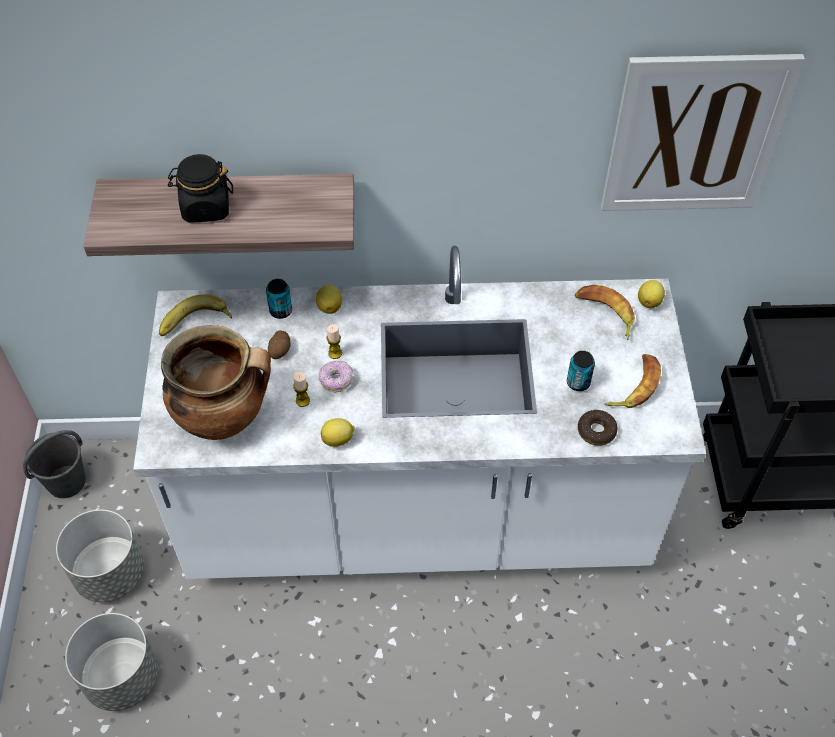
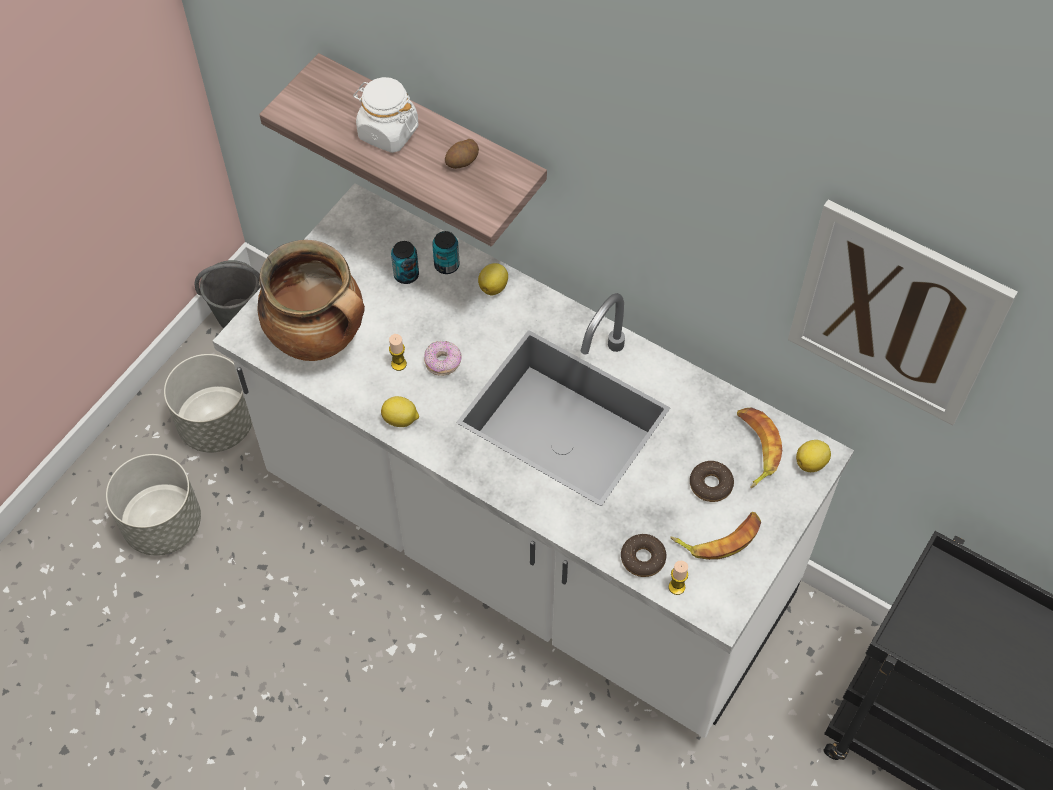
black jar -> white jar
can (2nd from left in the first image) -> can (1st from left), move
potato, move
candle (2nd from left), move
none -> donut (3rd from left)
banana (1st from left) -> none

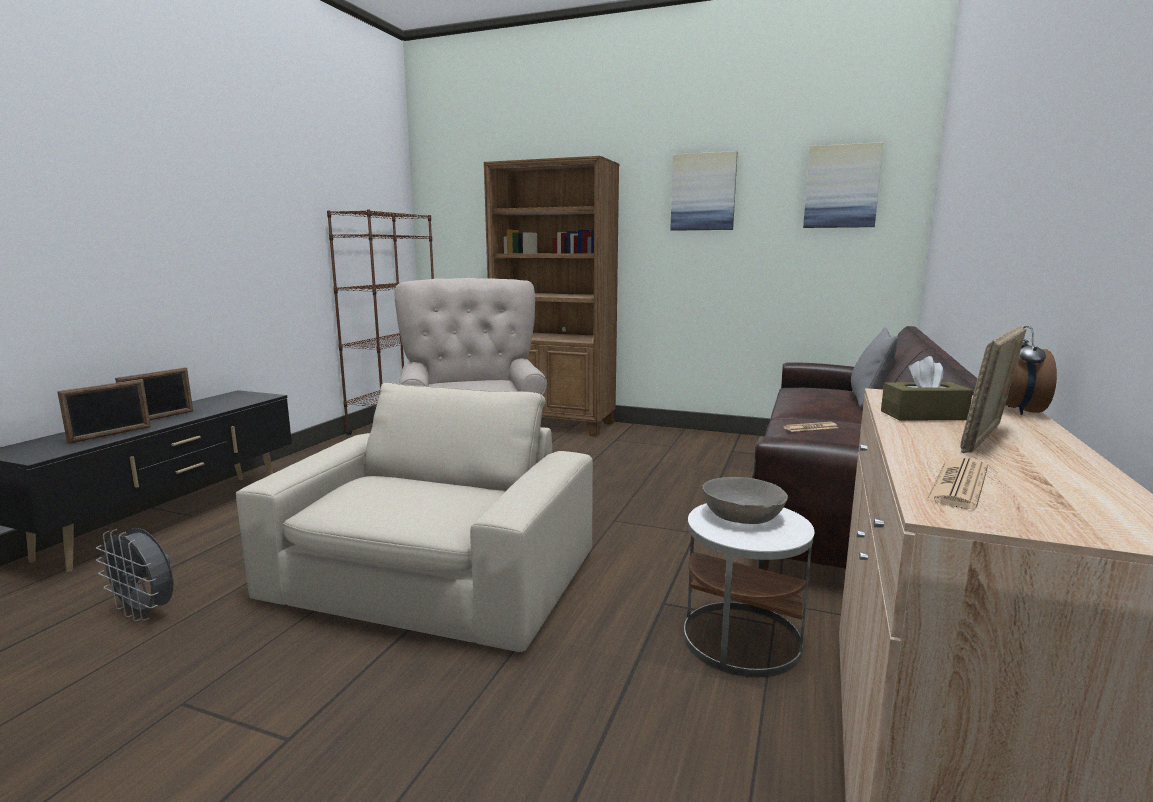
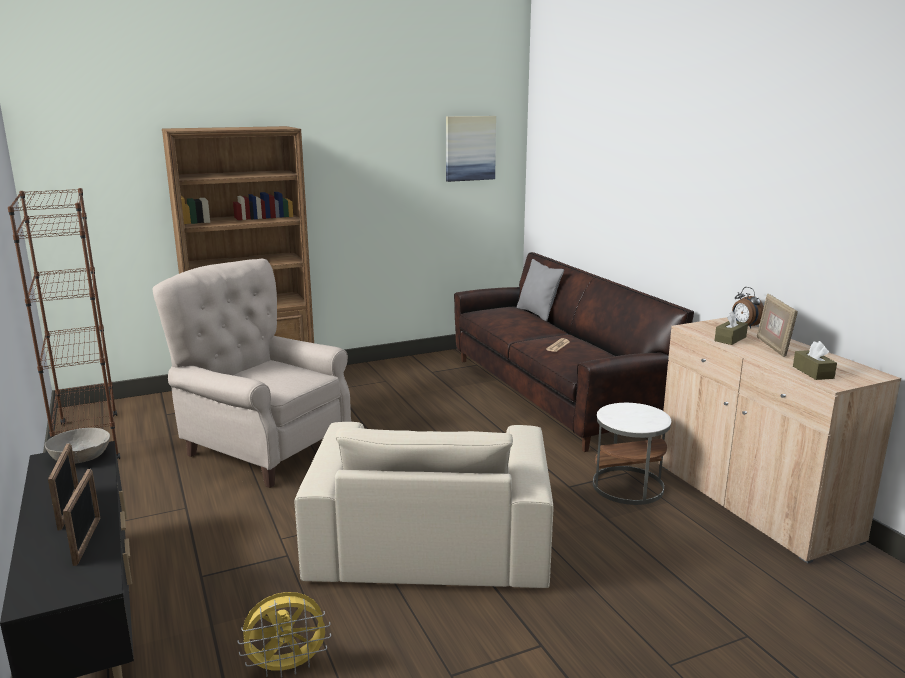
grey bowl, move
grey fan -> yellow fan
beige armchair (1st from left in the first image) -> beige armchair (2nd from left), 150 degrees counterclockwise
newspaper (2nd from left) -> brown tissue box (2nd from left)
picture (1st from left) -> none

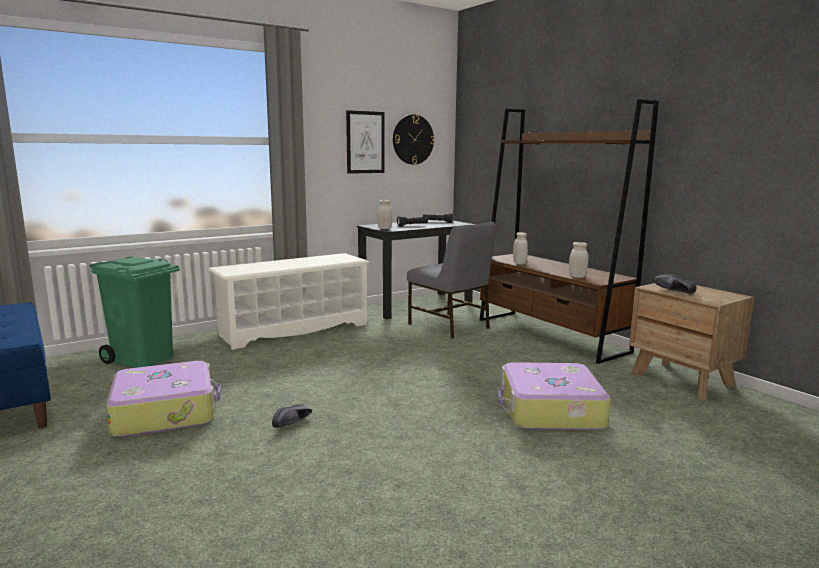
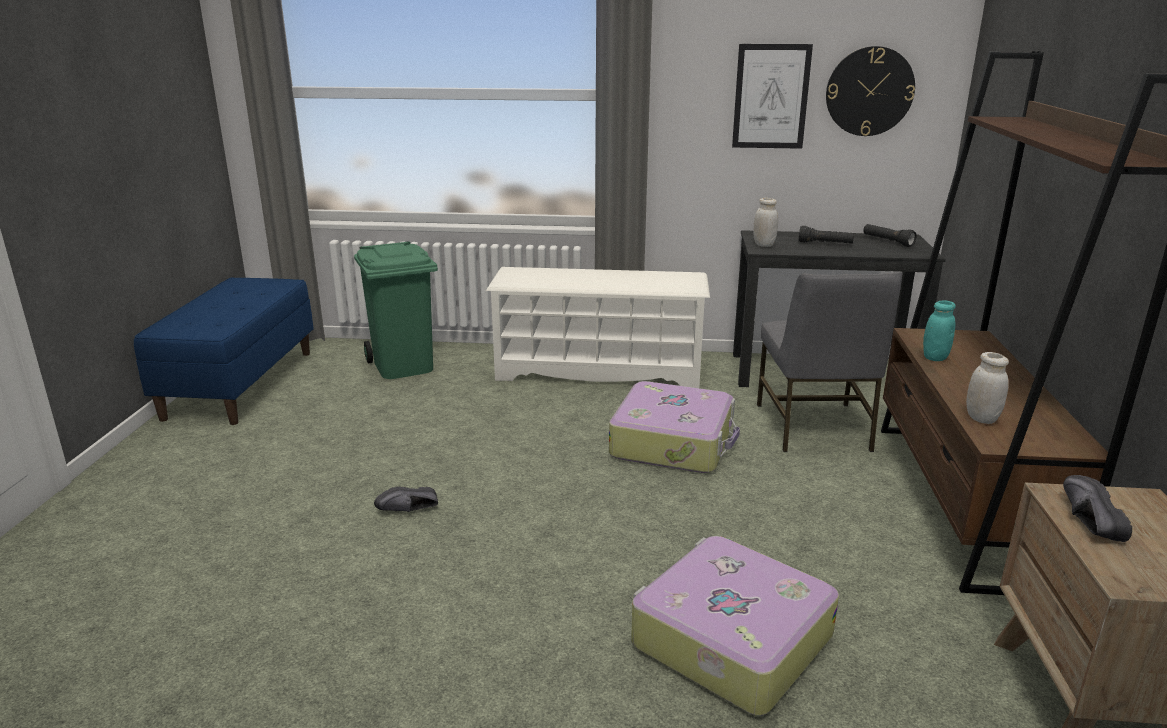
suitcase (1st from left), move
white jar (2nd from left) -> turquoise jar

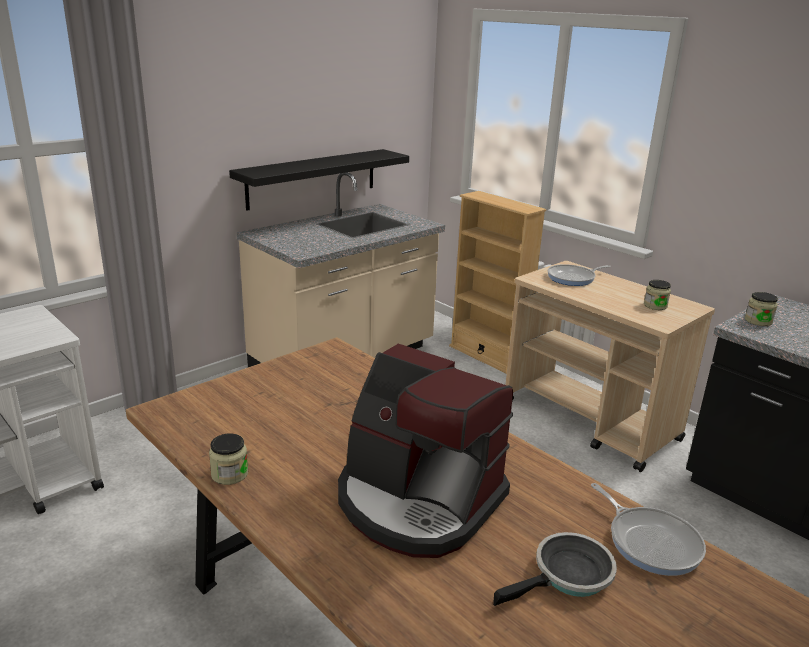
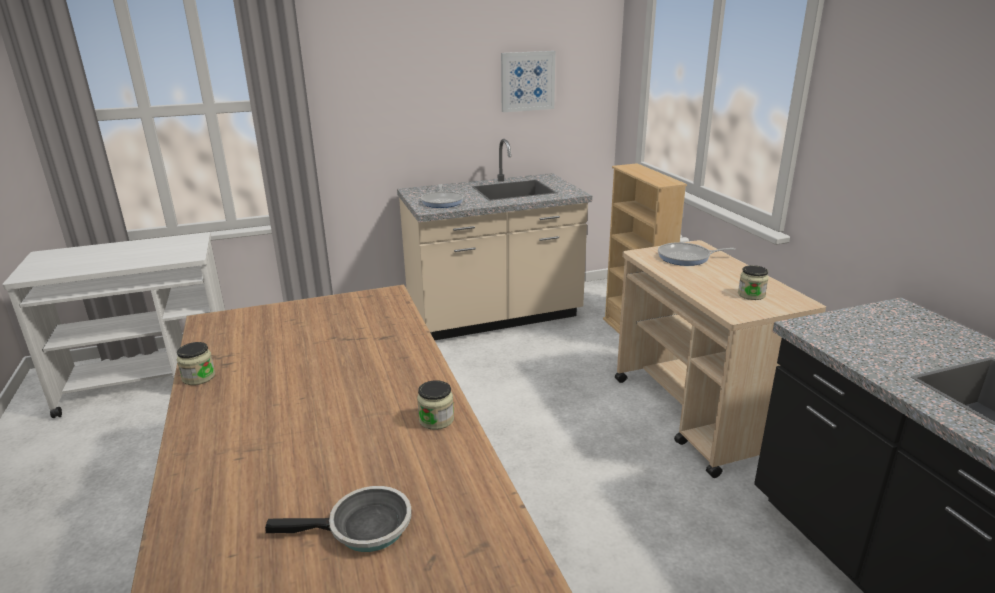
jar (3rd from left in the first image) -> jar (2nd from left), move
frying pan (3rd from left in the first image) -> frying pan (2nd from left), move
none -> picture
black shelf -> none
coffee machine -> none

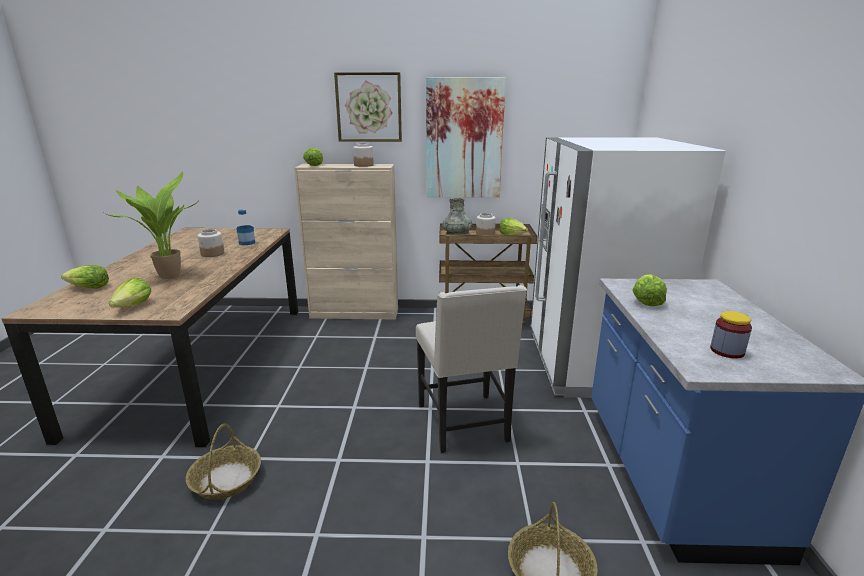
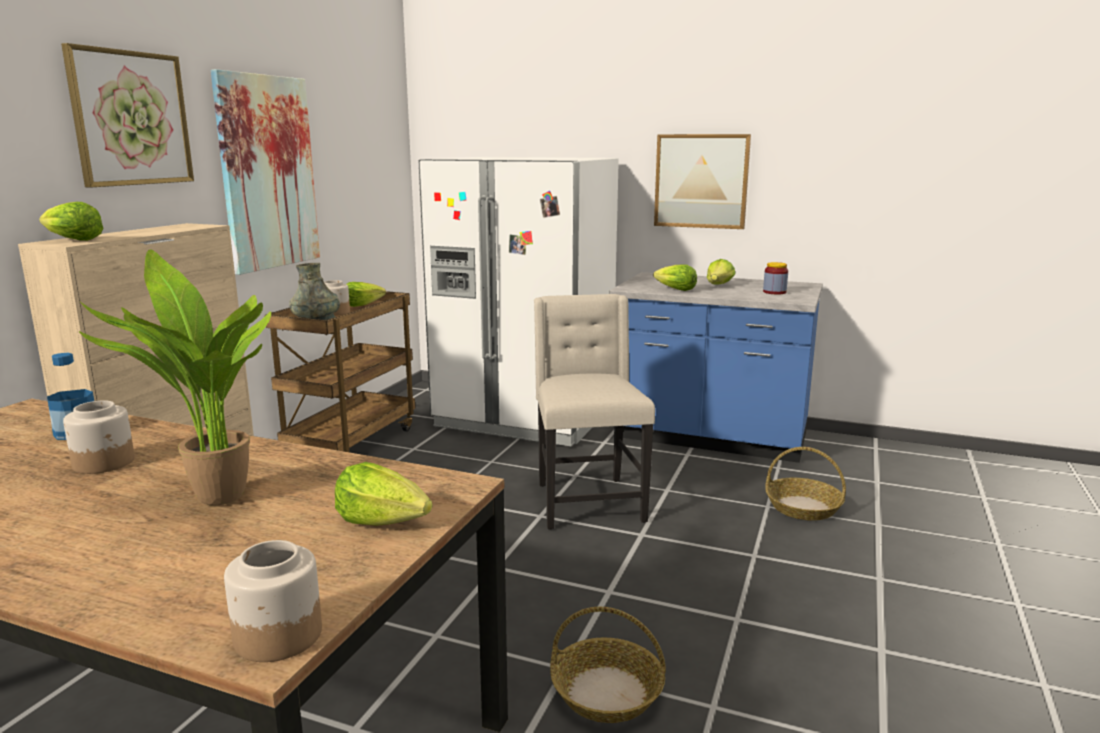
jar (2nd from left), move
beige chair, 105 degrees counterclockwise
none -> picture (3rd from left)
lettuce (1st from left in the first image) -> lettuce (5th from left), move

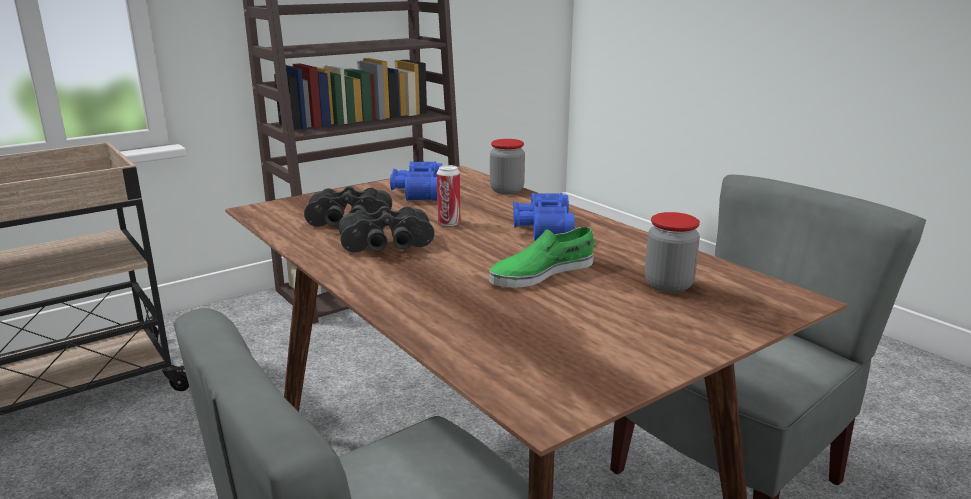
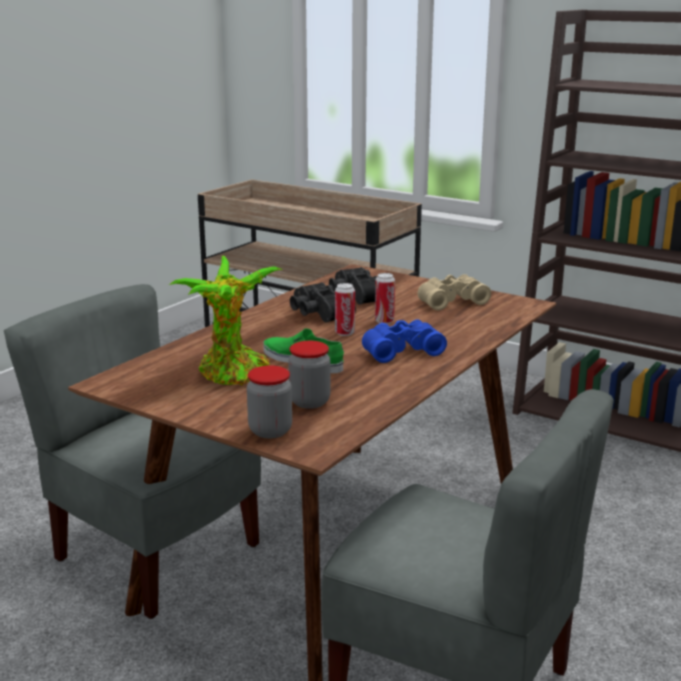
none -> potted plant
jar (1st from left), move
none -> can (1st from left)
blue binoculars (1st from left) -> beige binoculars

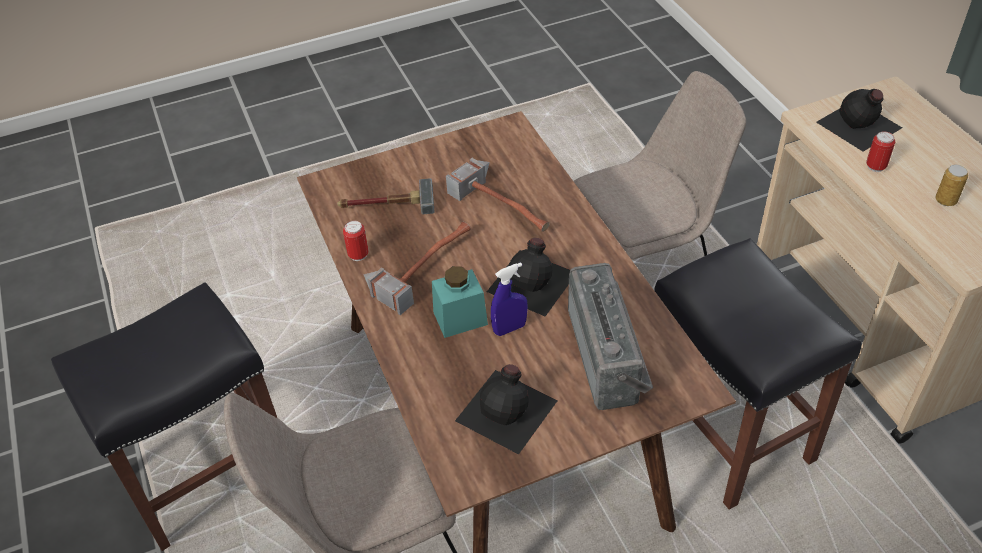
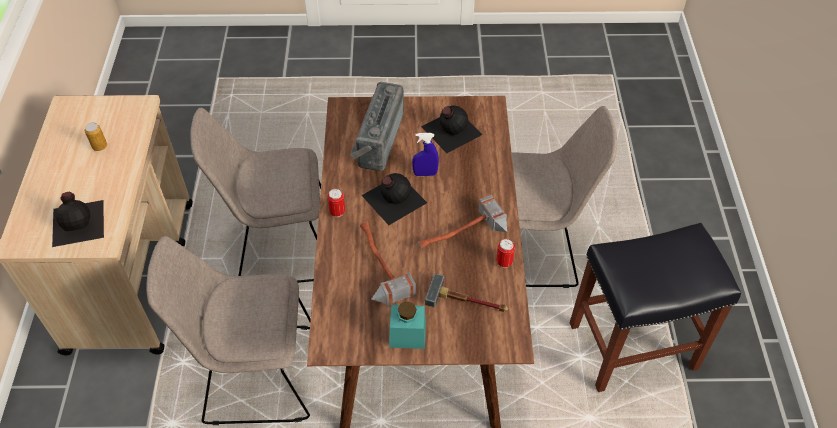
black stool (2nd from left) -> beige chair (2nd from left)
can (2nd from left), move
turquoise jar, move

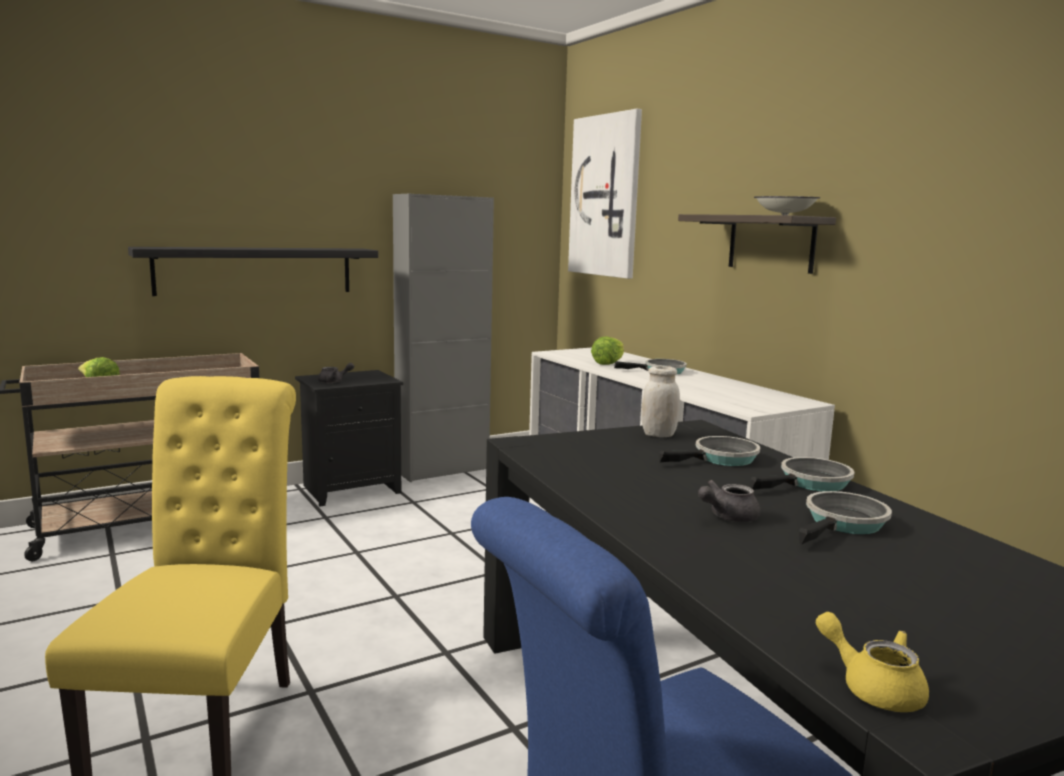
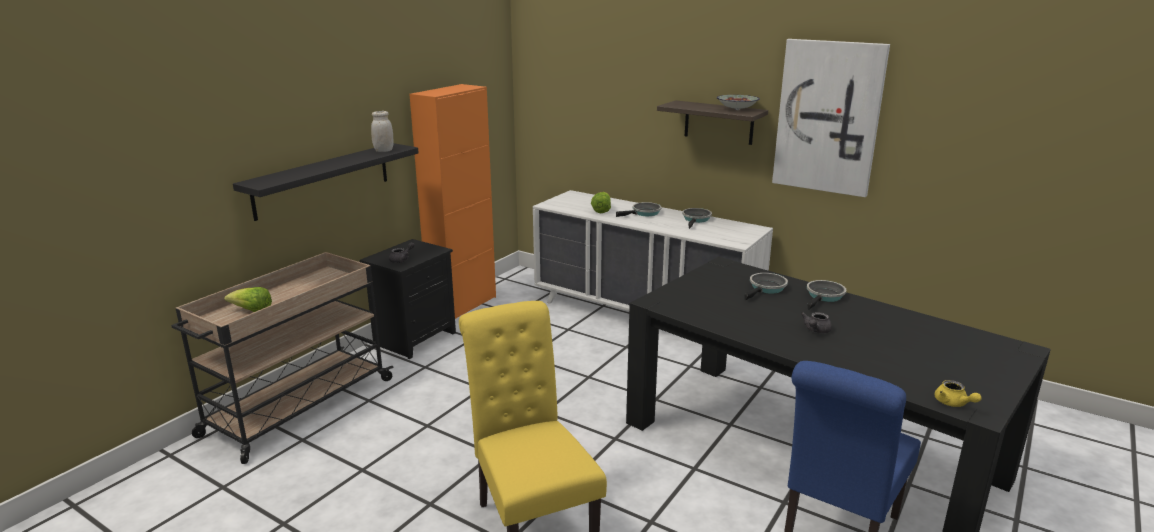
white jar, move
grey cabinet -> orange cabinet
frying pan (4th from left in the first image) -> frying pan (2nd from left), move
picture, move
yellow teapot, 135 degrees counterclockwise

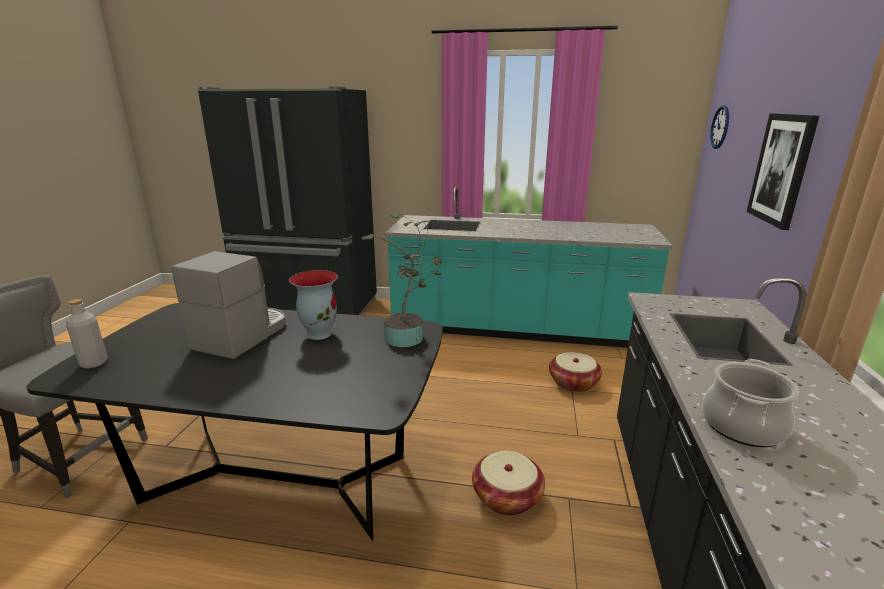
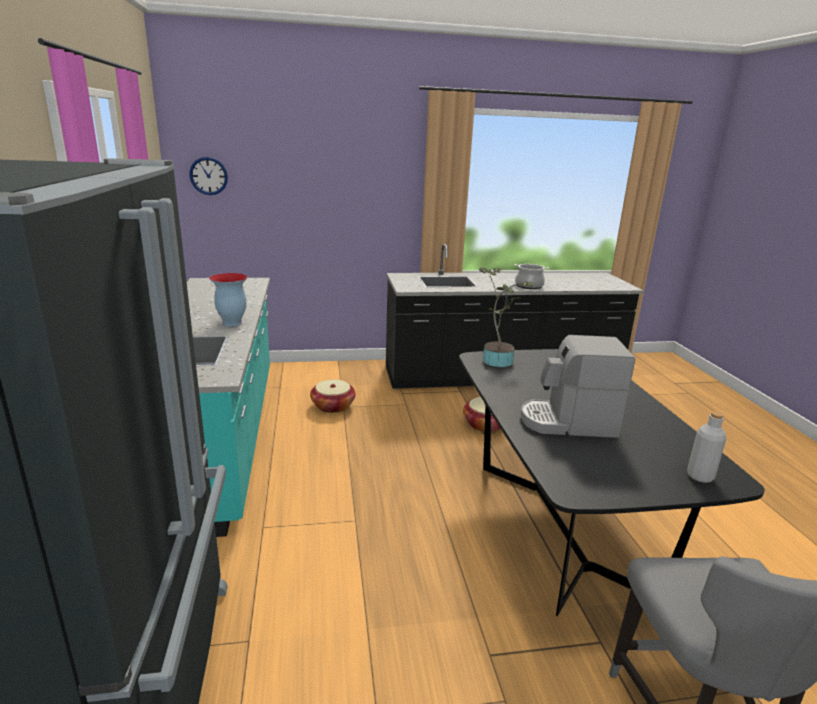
vase, move
picture -> none

